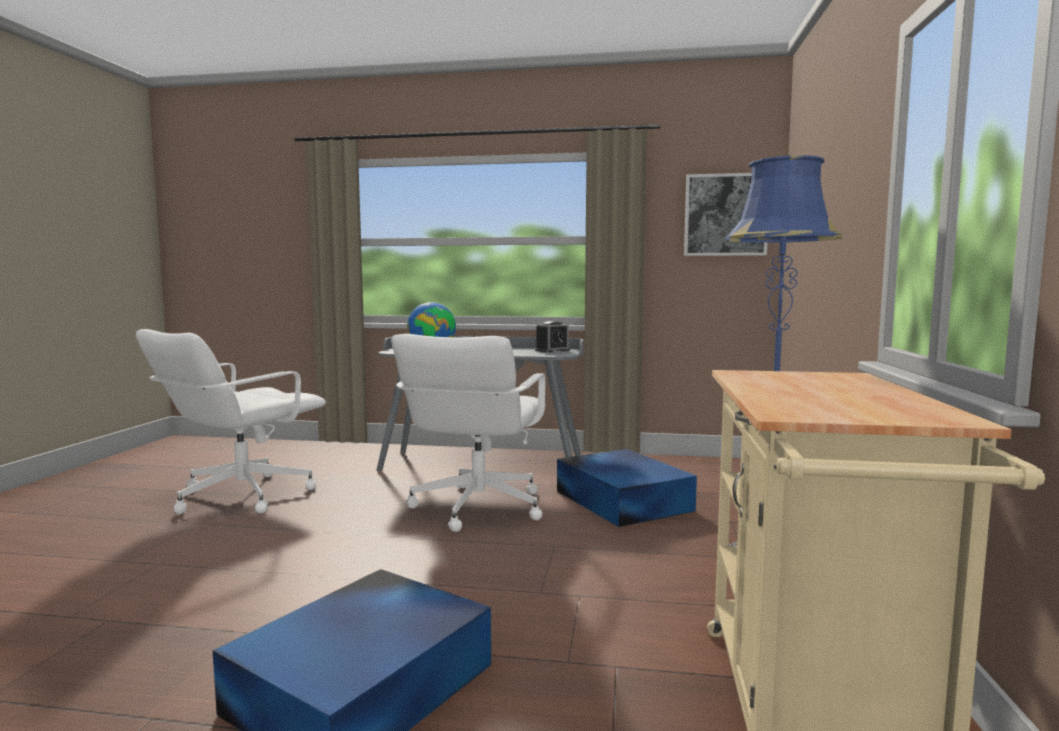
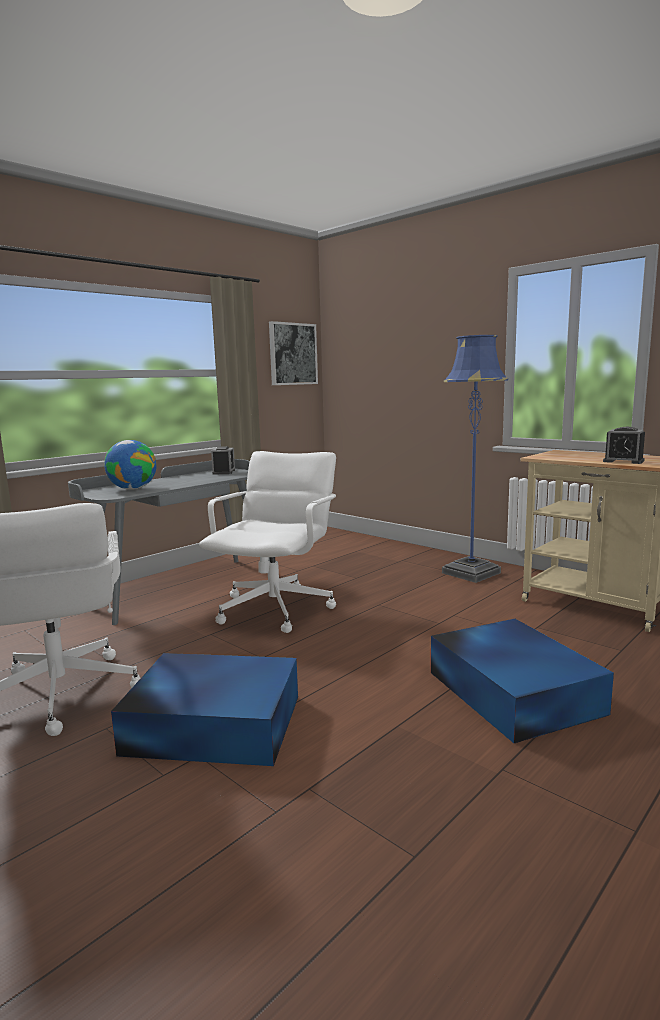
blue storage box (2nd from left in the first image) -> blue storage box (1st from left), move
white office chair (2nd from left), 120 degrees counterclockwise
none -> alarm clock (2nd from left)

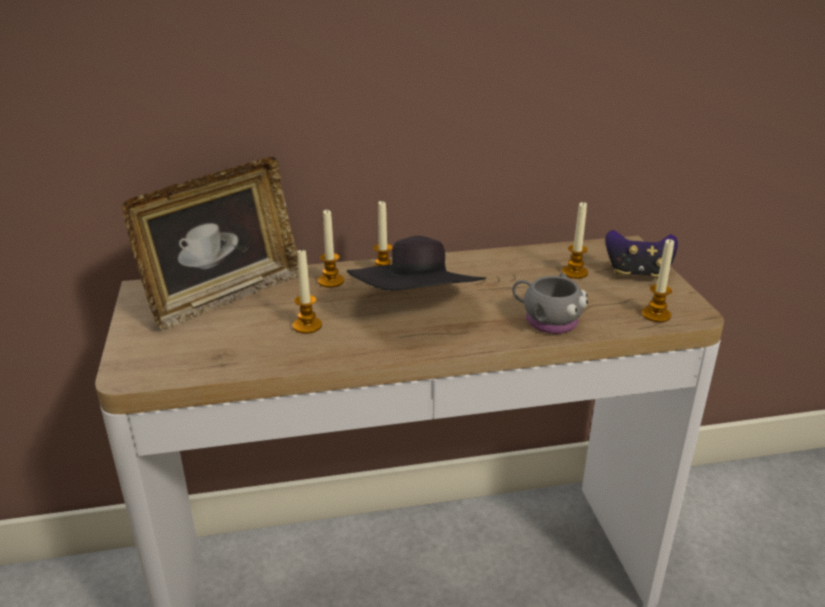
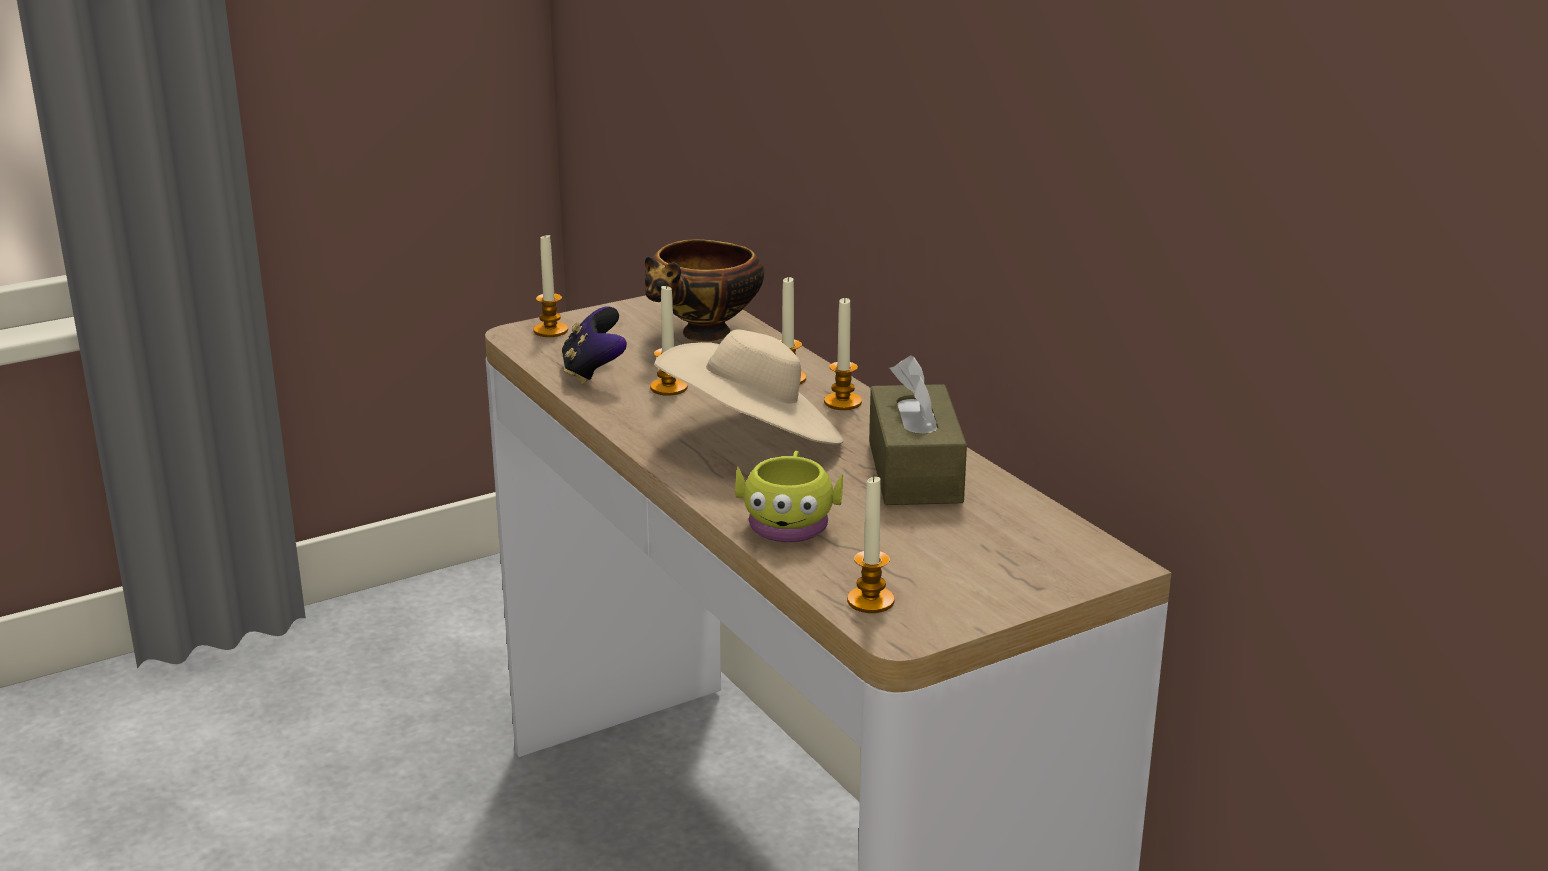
candle (4th from left in the first image) -> candle (1st from left), move
game controller, move
picture frame -> bowl
black hat -> beige hat
grey mug -> yellow mug
none -> brown tissue box

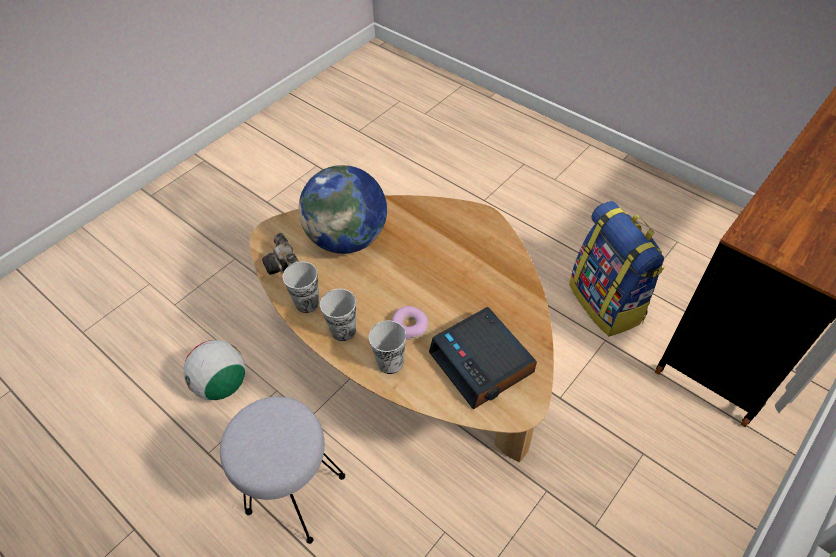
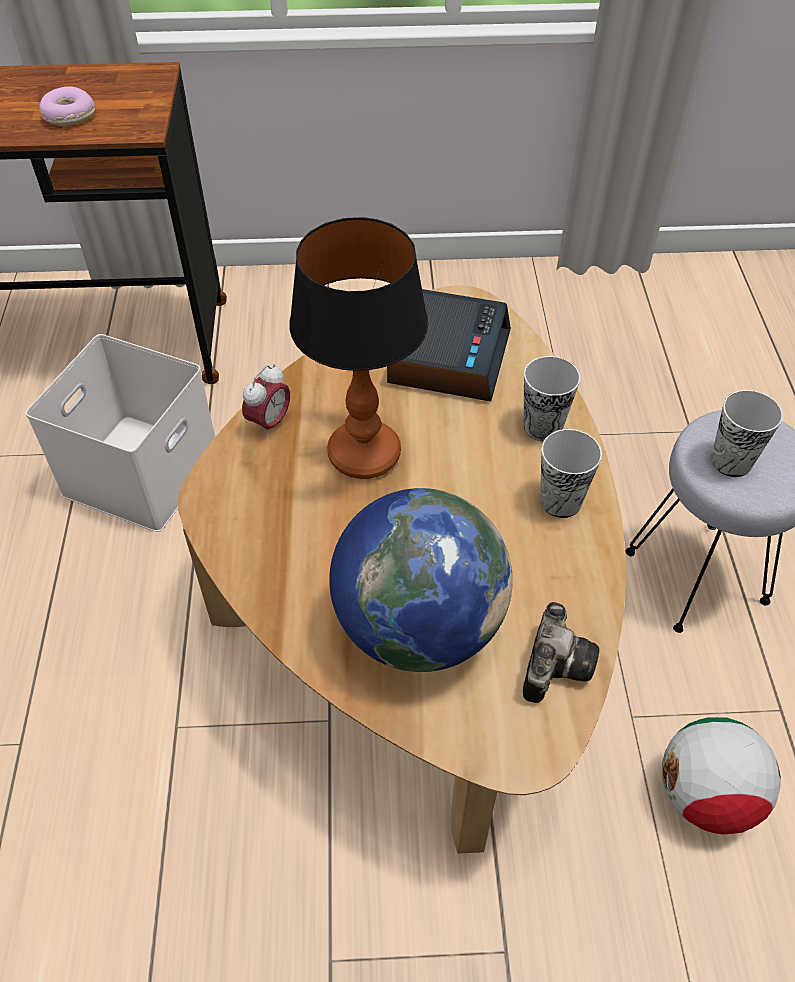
backpack -> white storage box
donut, move
none -> alarm clock (1st from left)
none -> table lamp
cup (1st from left in the first image) -> cup (3rd from left), move

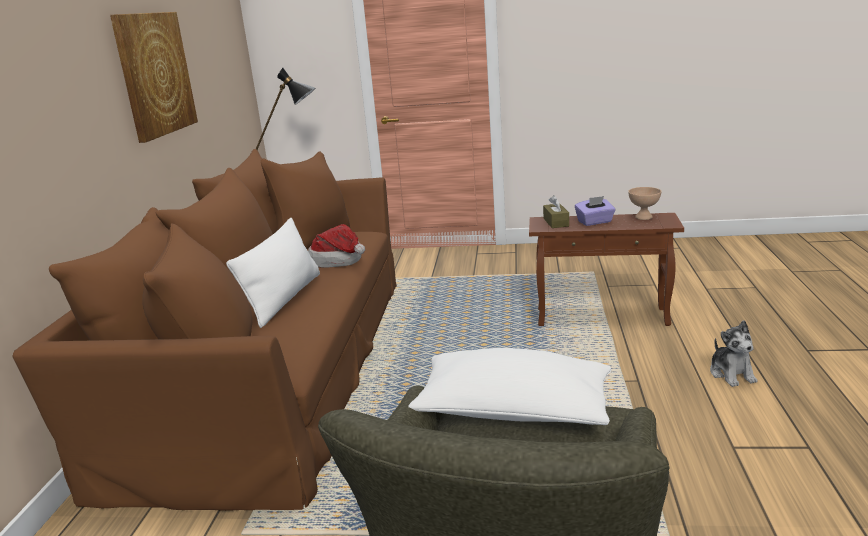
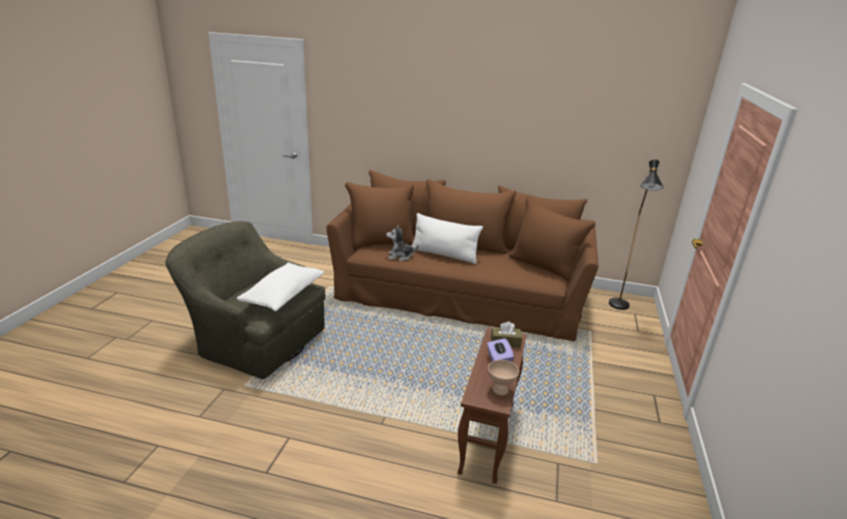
plush toy, move
picture -> none
hat -> none

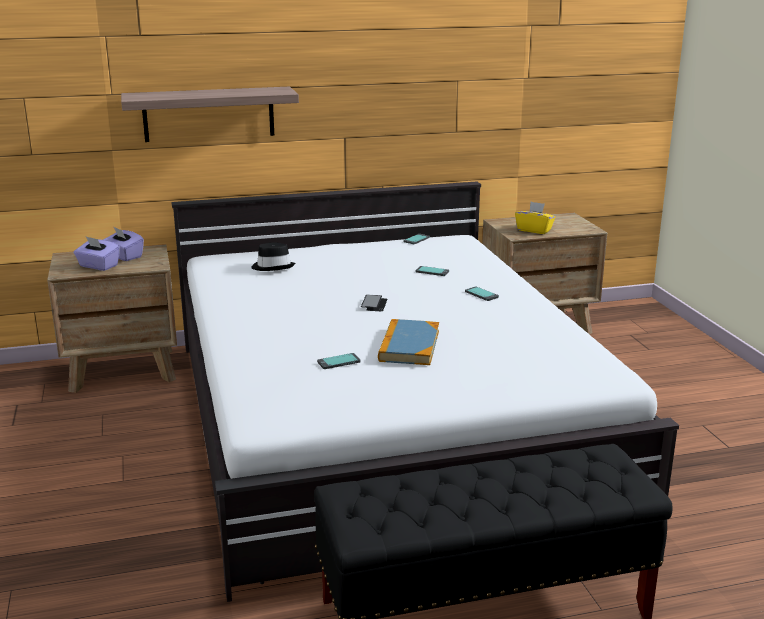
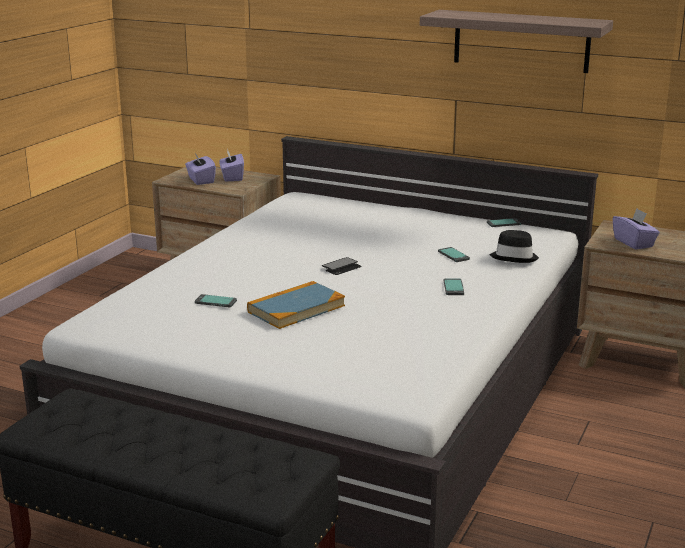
shelf, move
black hat, move
yellow tissue box -> purple tissue box (3rd from left)

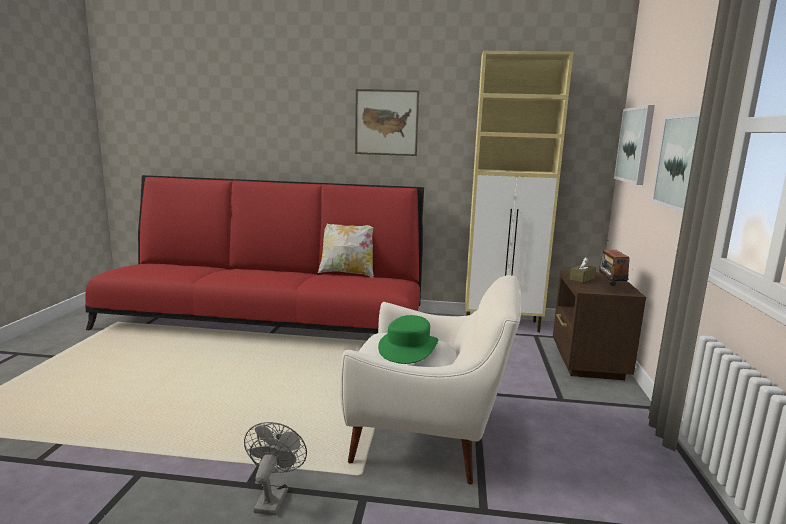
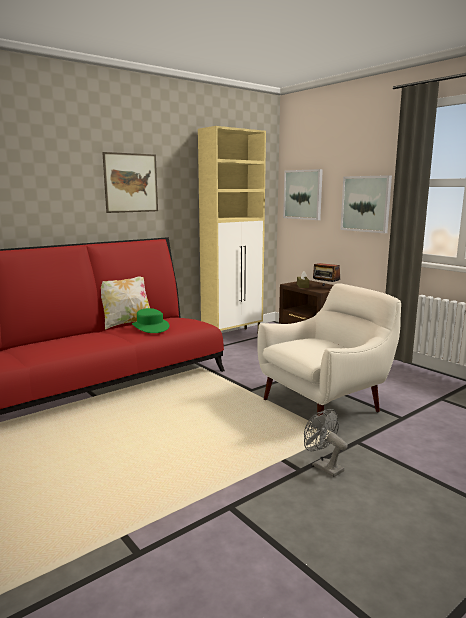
green hat, move

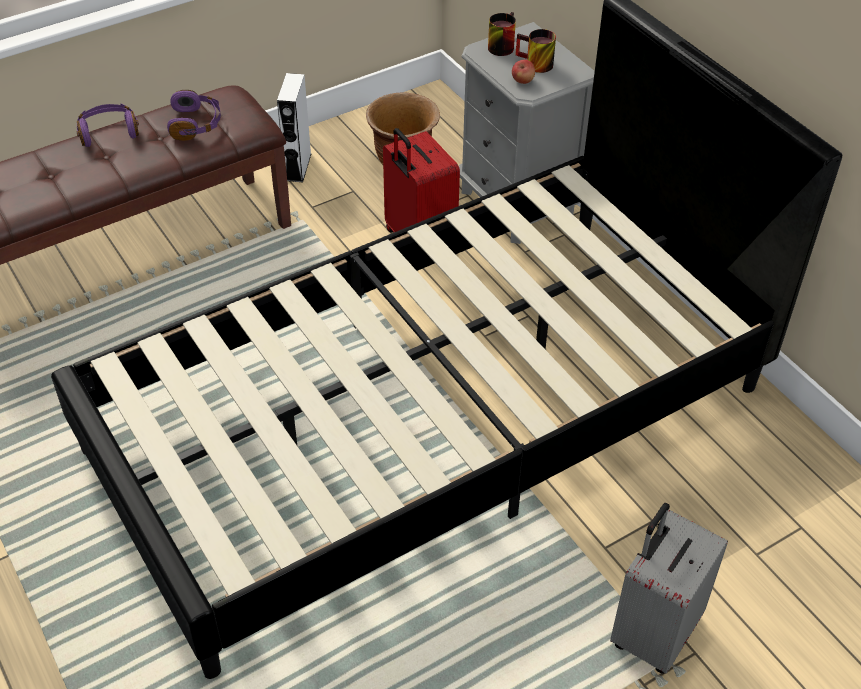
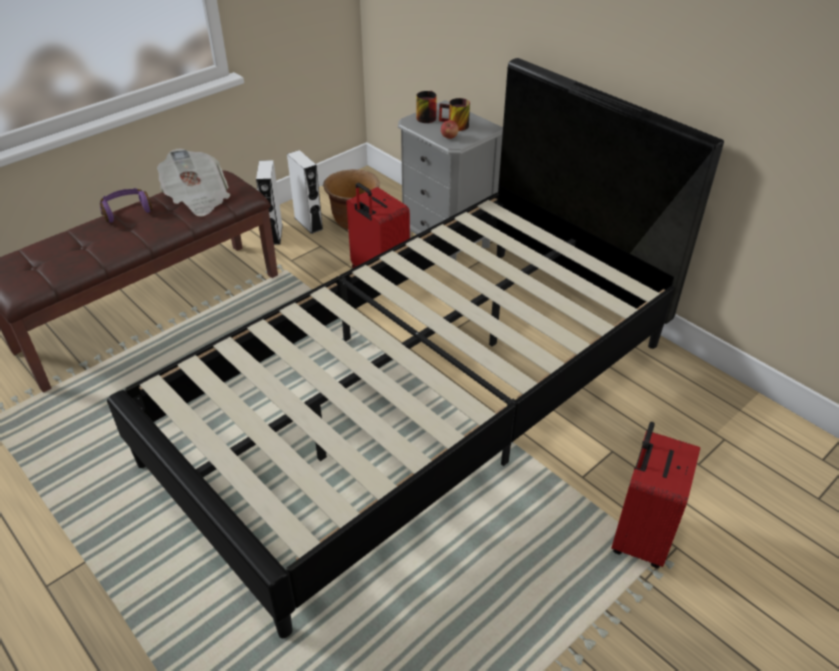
purple headphones (2nd from left) -> newspaper
none -> white speaker (2nd from left)
grey suitcase -> red suitcase (2nd from left)

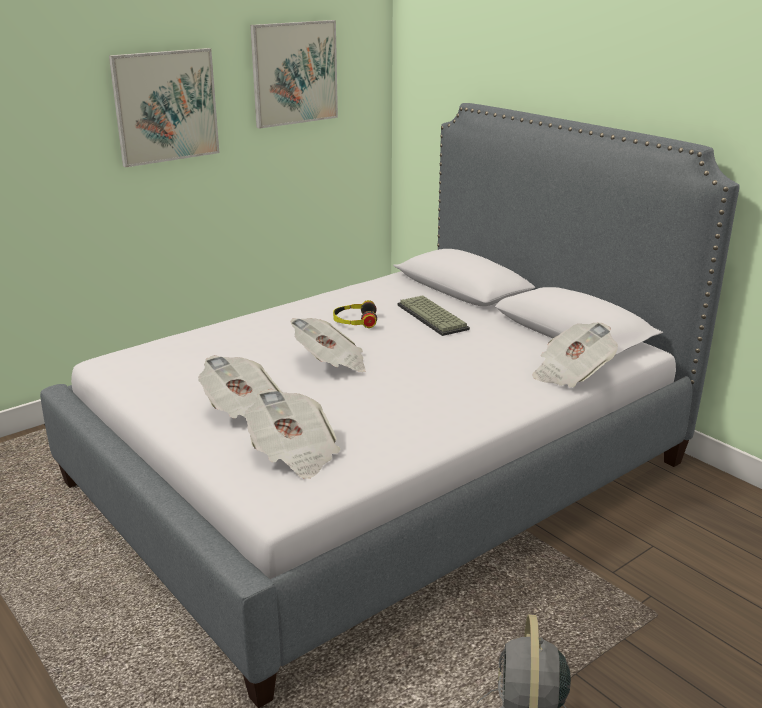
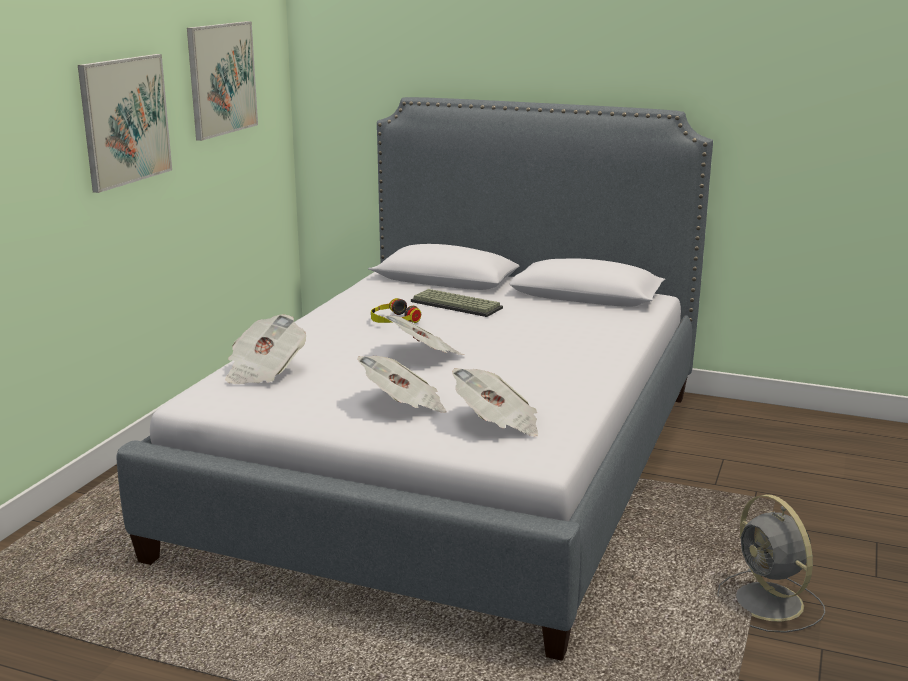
newspaper (4th from left in the first image) -> newspaper (1st from left), move

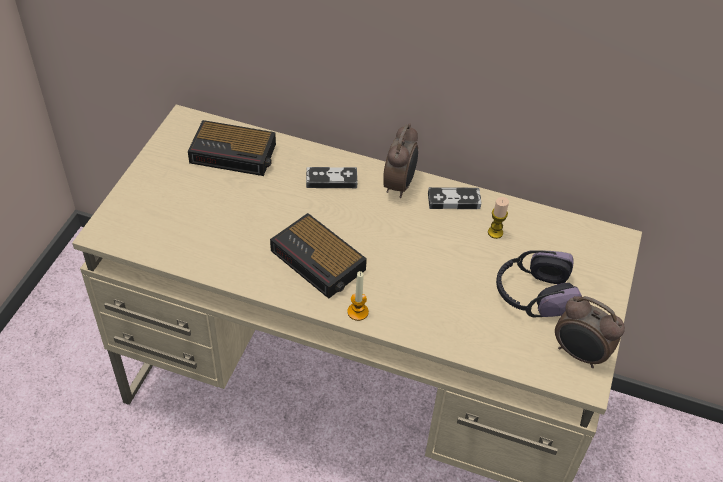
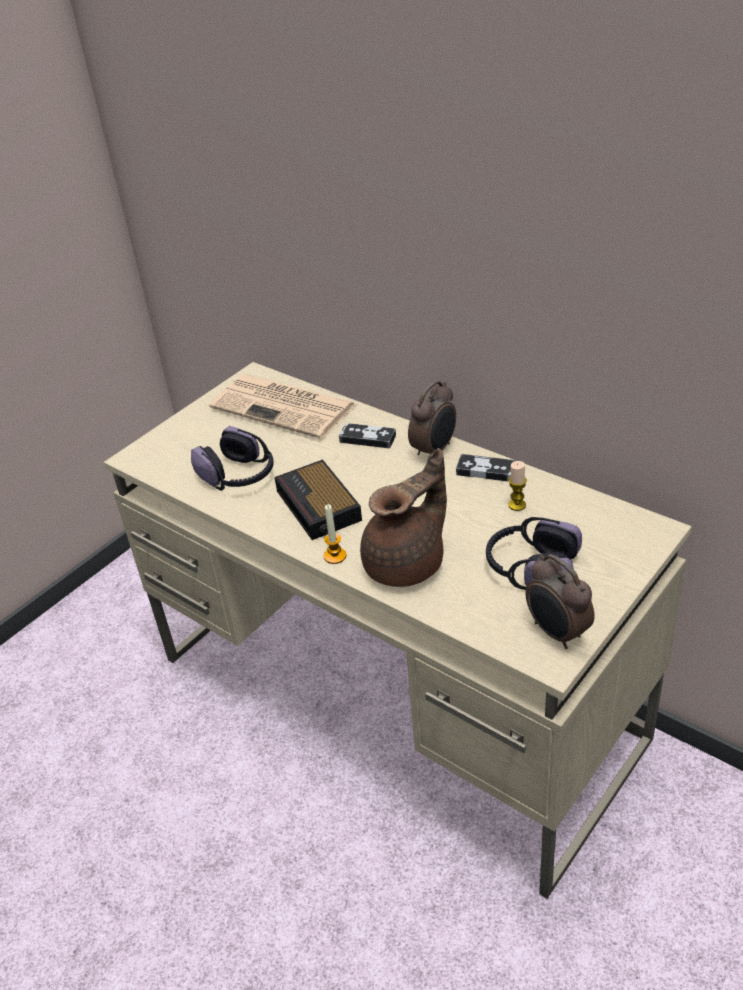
none -> headphones (1st from left)
alarm clock (1st from left) -> newspaper
none -> brown teapot

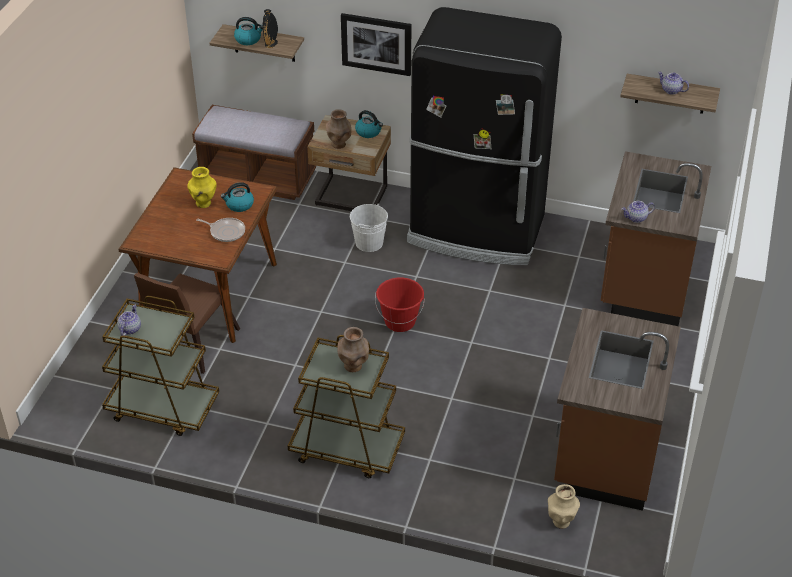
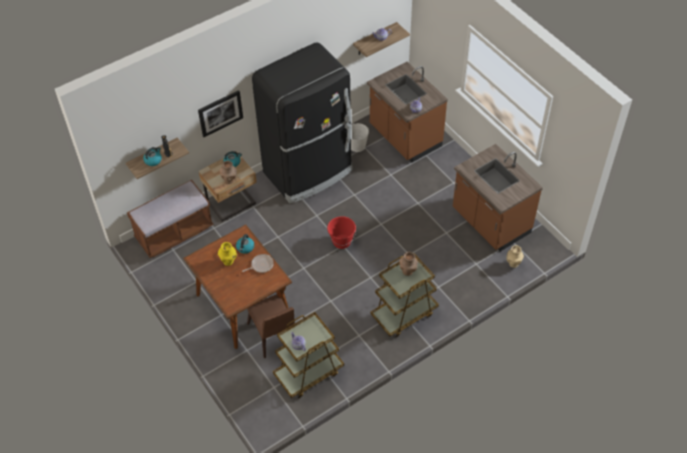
white bucket, move

